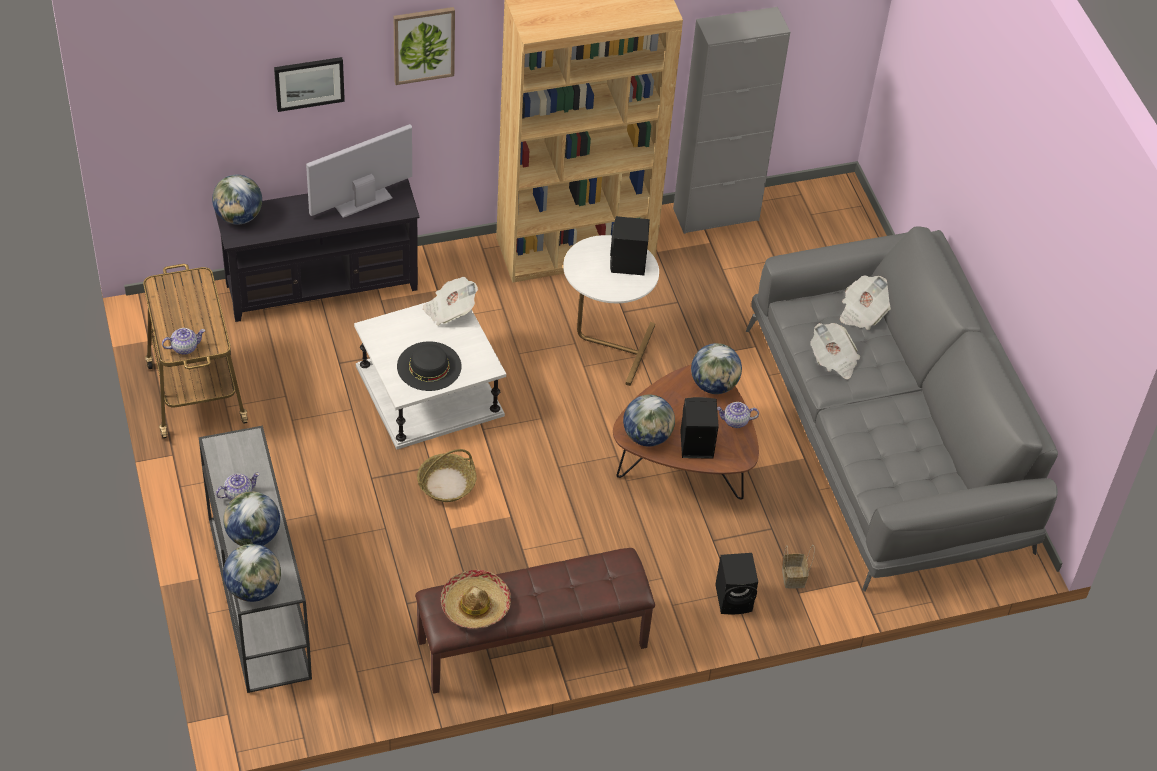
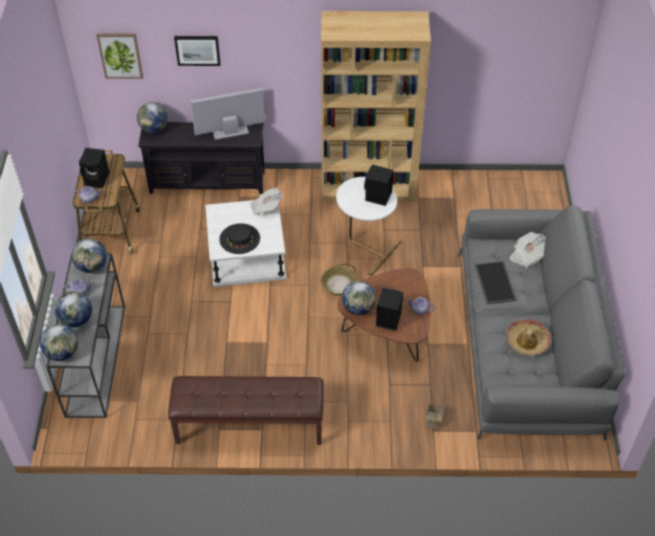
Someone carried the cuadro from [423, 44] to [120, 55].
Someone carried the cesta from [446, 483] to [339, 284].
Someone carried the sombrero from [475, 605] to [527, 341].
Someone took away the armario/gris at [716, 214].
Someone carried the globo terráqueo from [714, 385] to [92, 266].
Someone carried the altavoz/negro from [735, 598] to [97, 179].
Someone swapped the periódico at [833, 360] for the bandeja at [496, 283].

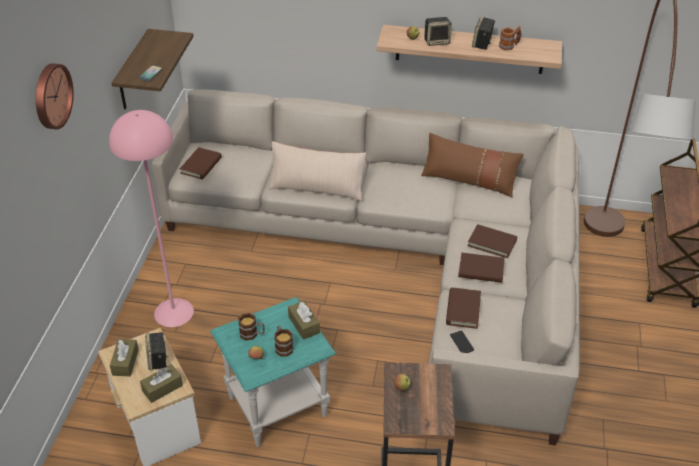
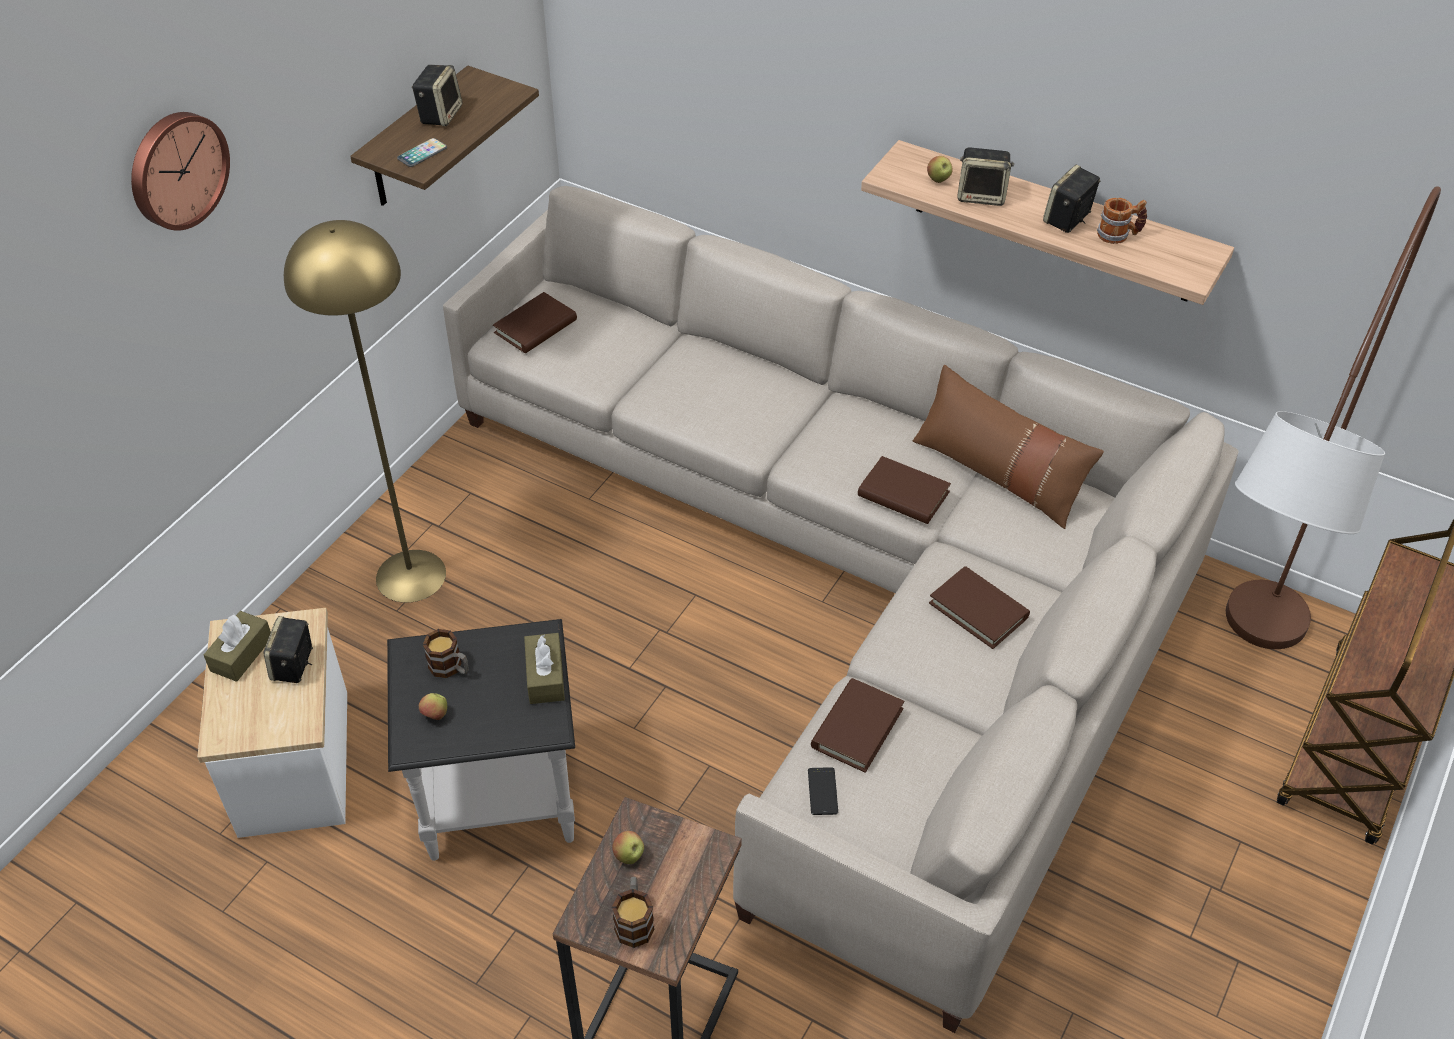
Someone repainted the lámpara de pie/rosa at [174, 312], which became the lámpara de pie/amarillo at [411, 575].
Someone took away the caja de pañuelos/marrón at [162, 388].
Someone repainted the mesa auxiliar/turquesa at [278, 406], which became the mesa auxiliar/negro at [501, 797].
Someone took away the cojín/beis at [317, 188].
Someone carried the taza grande from [283, 346] to [634, 920].
Someone carried the libro/marrón from [481, 270] to [903, 494].
Someone put down the altavoz at [440, 114].

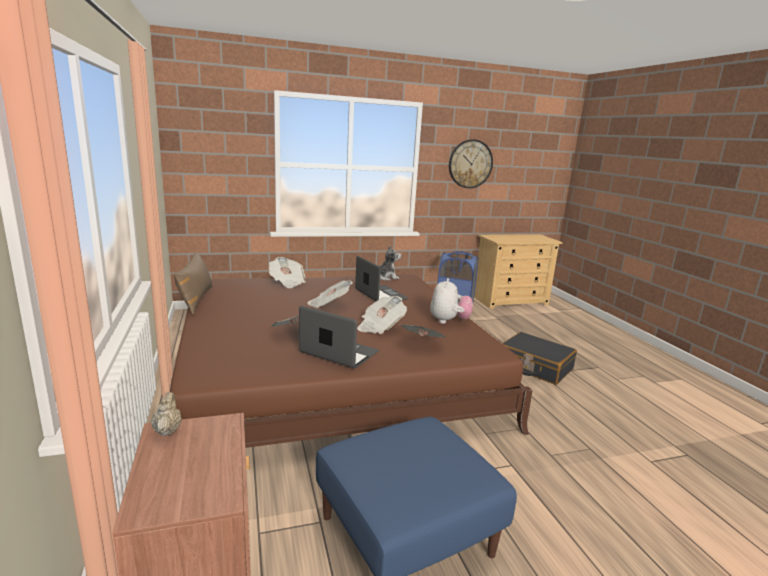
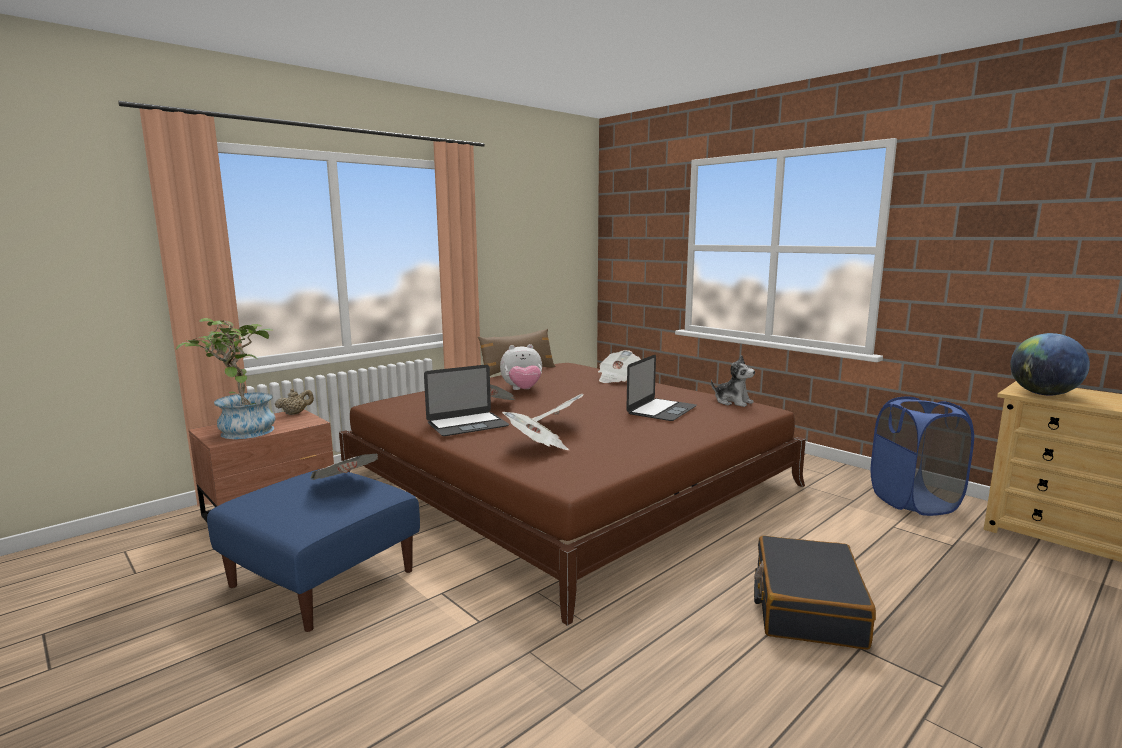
Someone rotated the portátil at [339, 352] by 60 degrees clockwise.
Someone carried the periódico from [329, 305] to [345, 484].
Someone carried the peluche from [449, 321] to [522, 390].
Someone took away the reloj de pared at [470, 164].
Someone put down the planta en maceta at [241, 430].
Someone put down the globo terráqueo at [1043, 394].

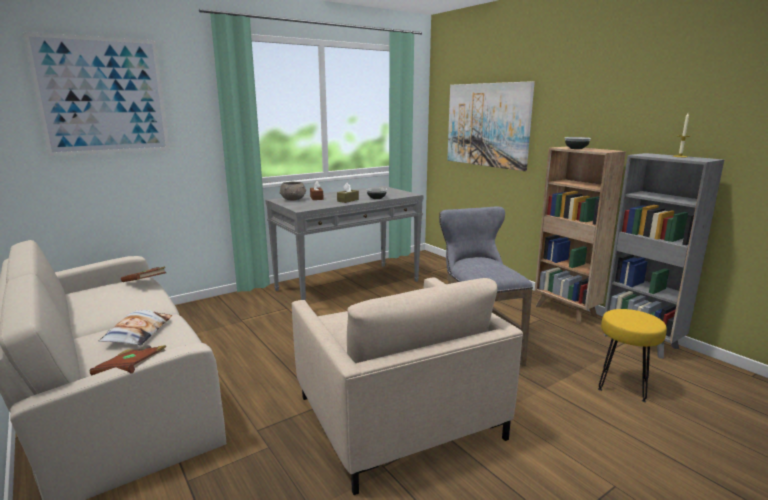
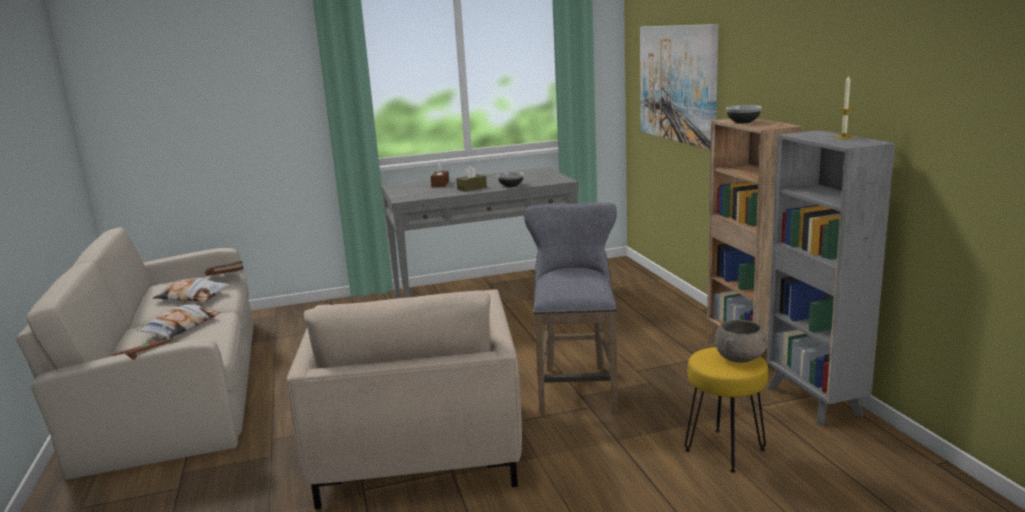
Someone took away the cuadro at [103, 96].
Someone carried the cuenco/gris from [293, 199] to [740, 358].
Someone put down the cojín at [192, 296].

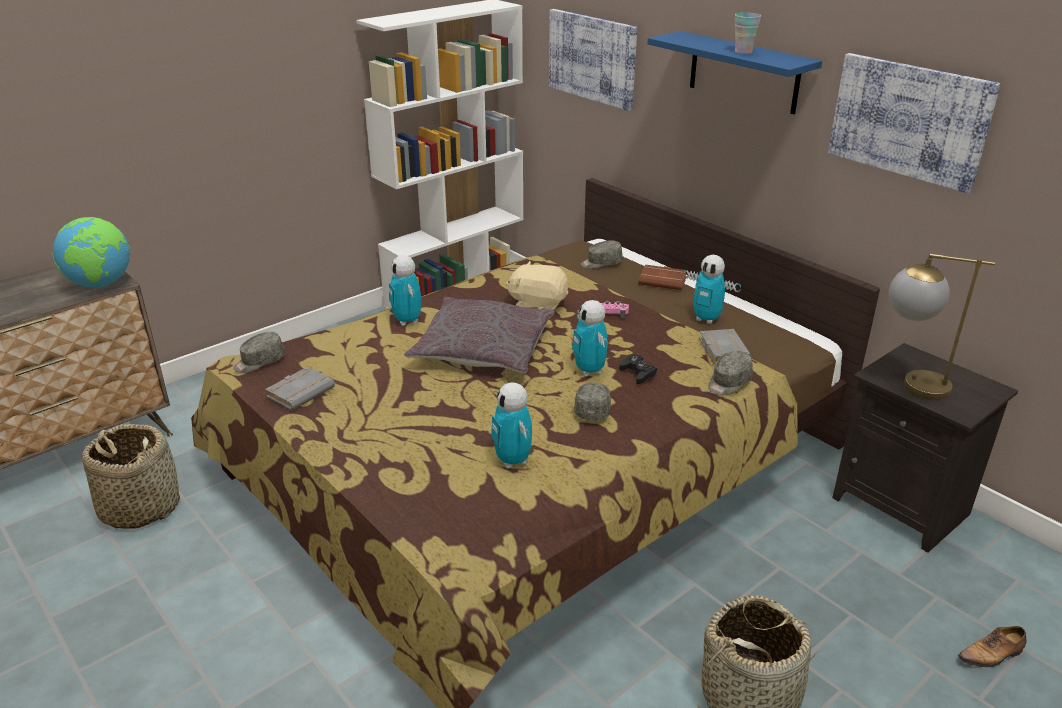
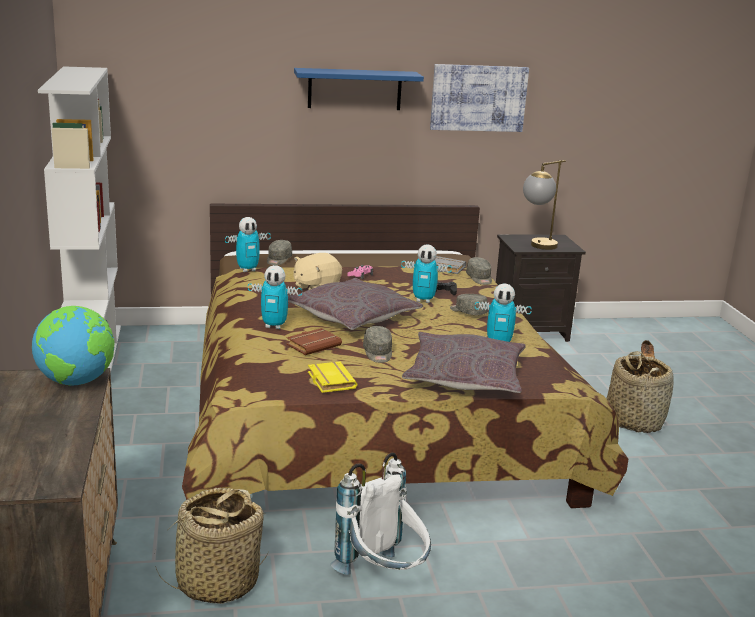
Someone carried the gorra/gris from [259, 362] to [378, 353].
Someone repainted the libro/gris at [300, 391], which became the libro/amarillo at [329, 380].
Someone took away the cuadro at [592, 58].
Someone carried the libro/marrón from [663, 281] to [313, 345].
Someone carried the robot de juguete from [706, 319] to [248, 269].
Someone took away the taza at [743, 52].
Someone put down the mochila/blanco at [384, 577].
Someone put down the cojín/gris at [465, 376].

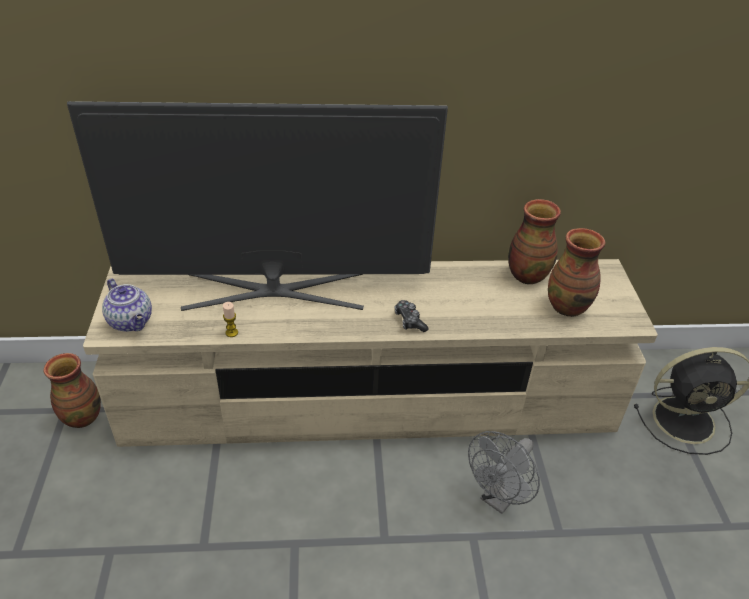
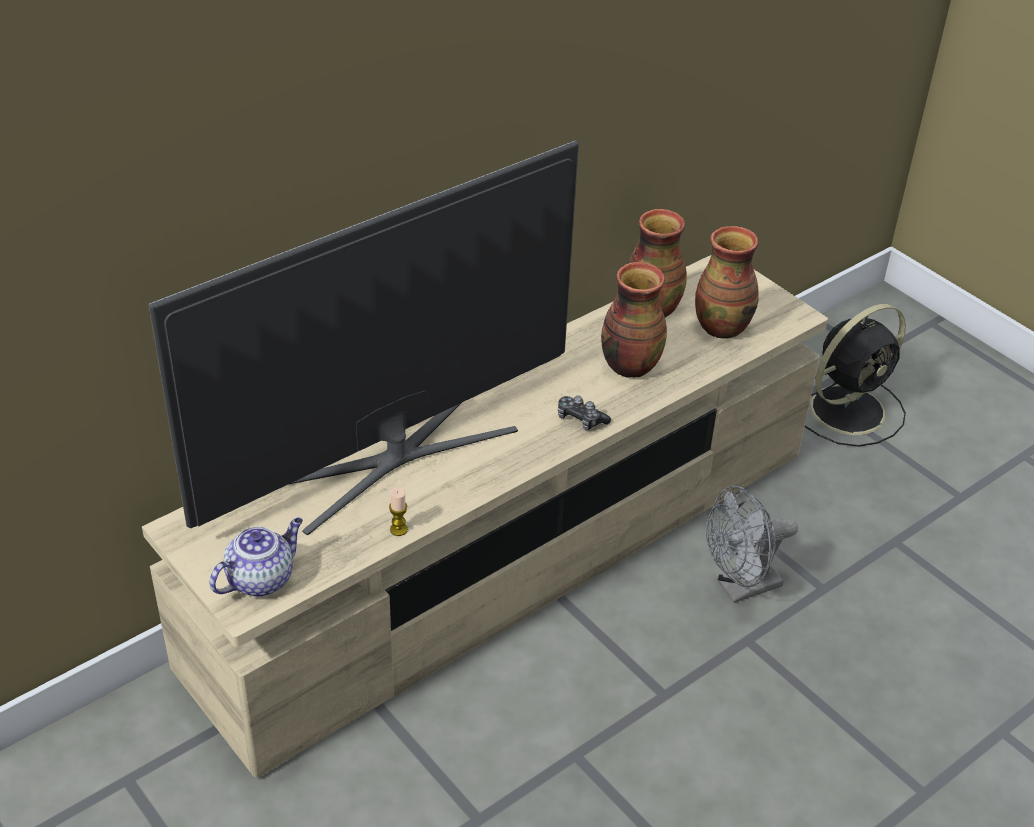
Someone carried the florero from [82, 417] to [629, 365].
Someone rotated the tetera at [131, 322] by 60 degrees counterclockwise.
Someone rotated the ventilador/gris at [499, 498] by 60 degrees clockwise.

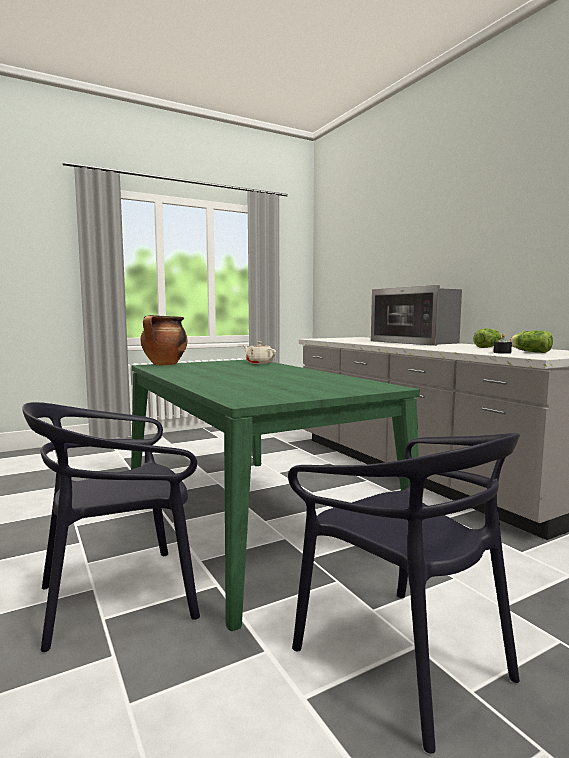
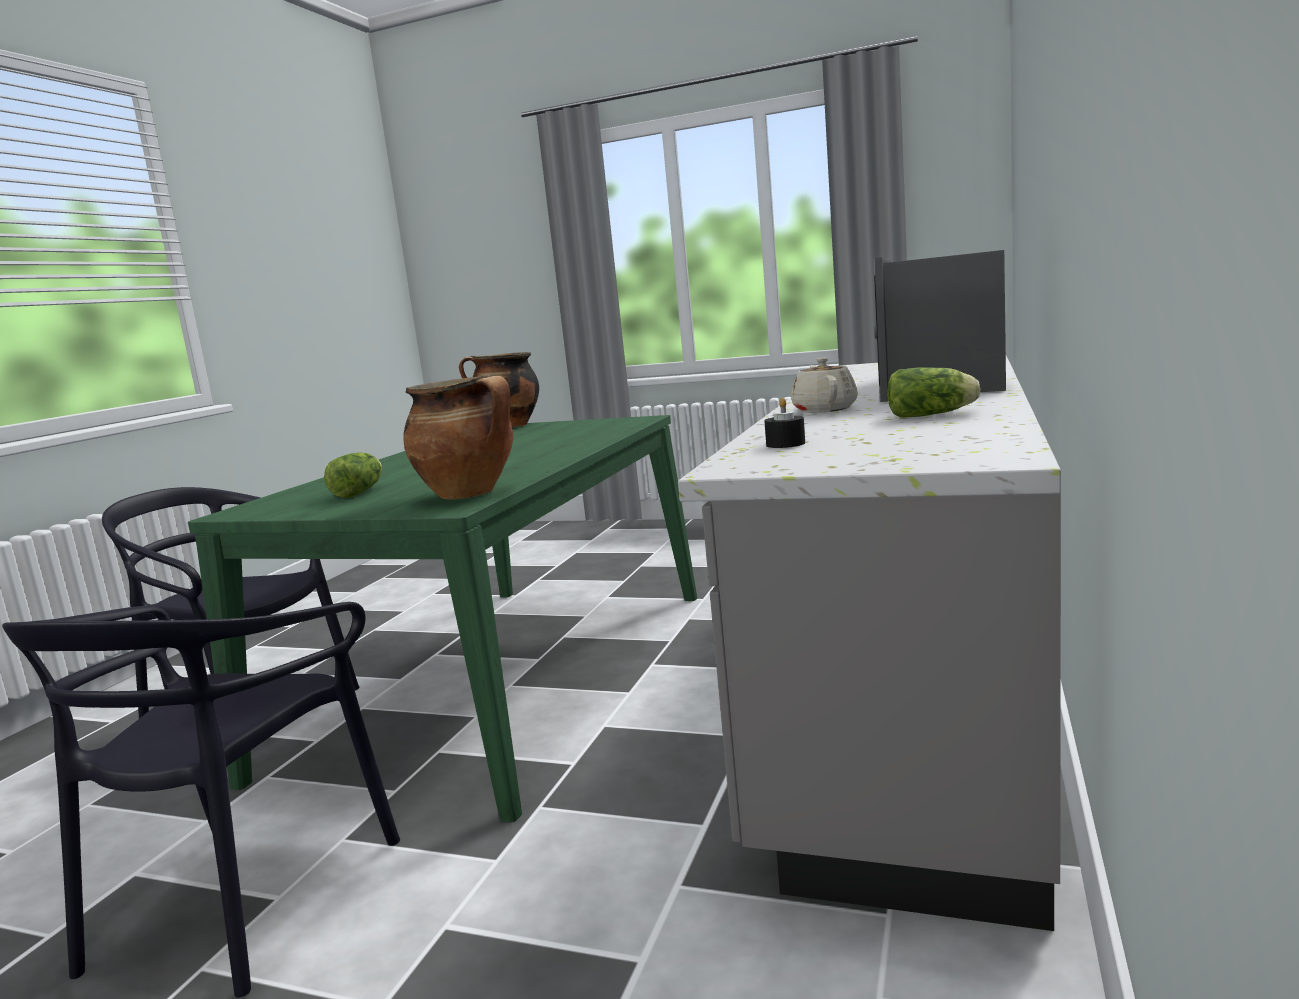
Someone carried the tetera/beis from [259, 363] to [824, 409].
Someone carried the lechuga from [529, 352] to [361, 492].
Someone put down the olla at [470, 494].

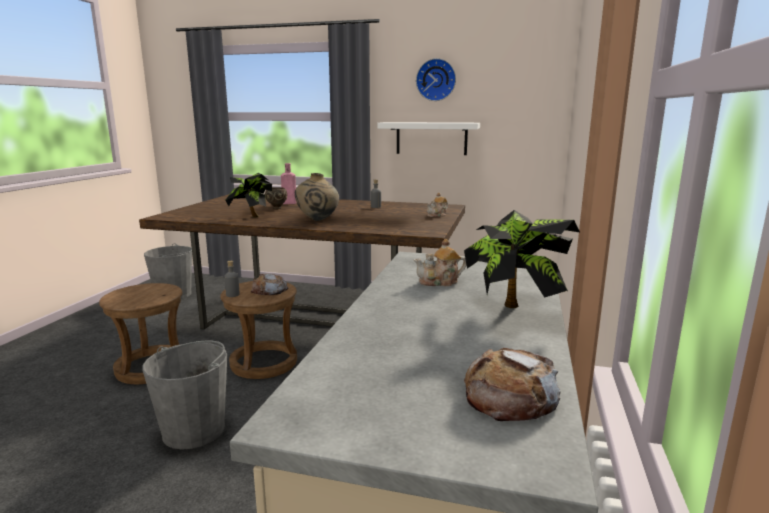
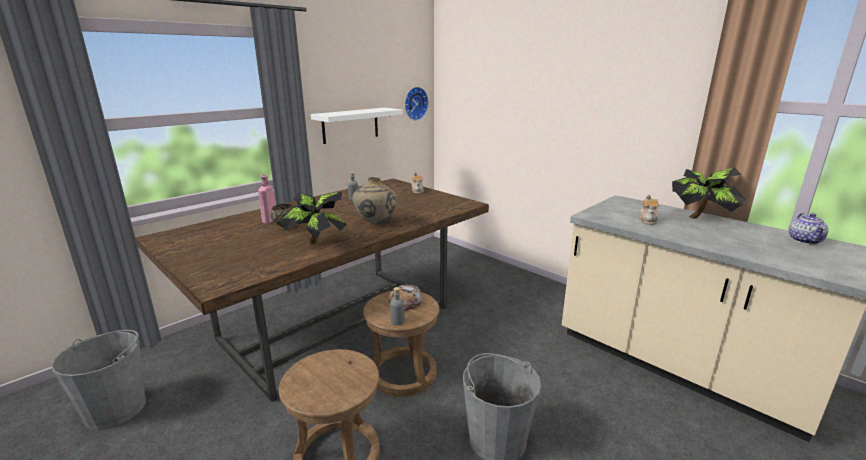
Someone carried the reloj de pared from [436, 80] to [414, 103].
Someone swapped the pan at [510, 396] for the tetera at [805, 240].

